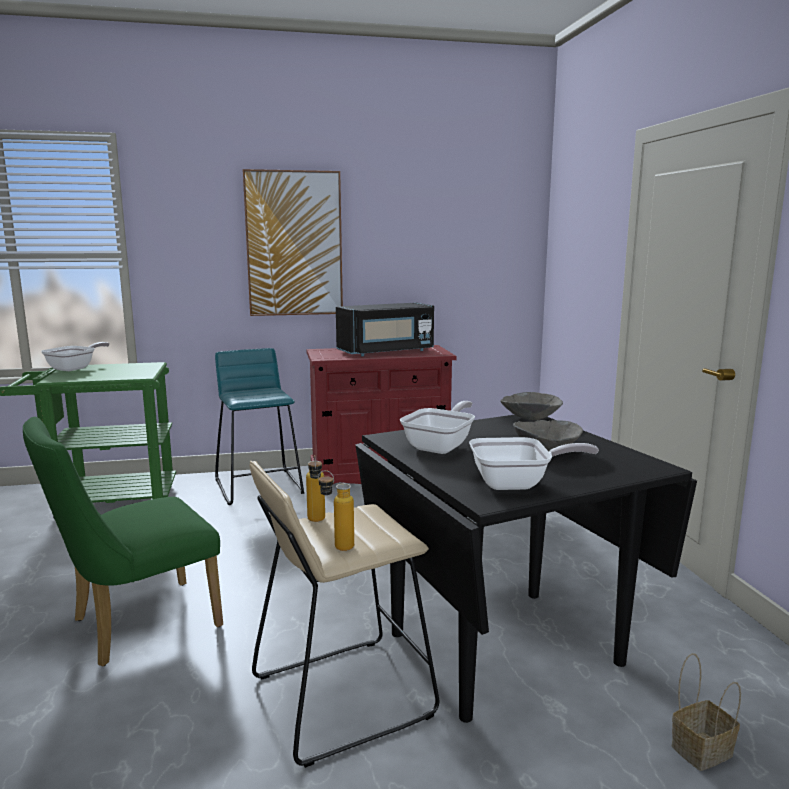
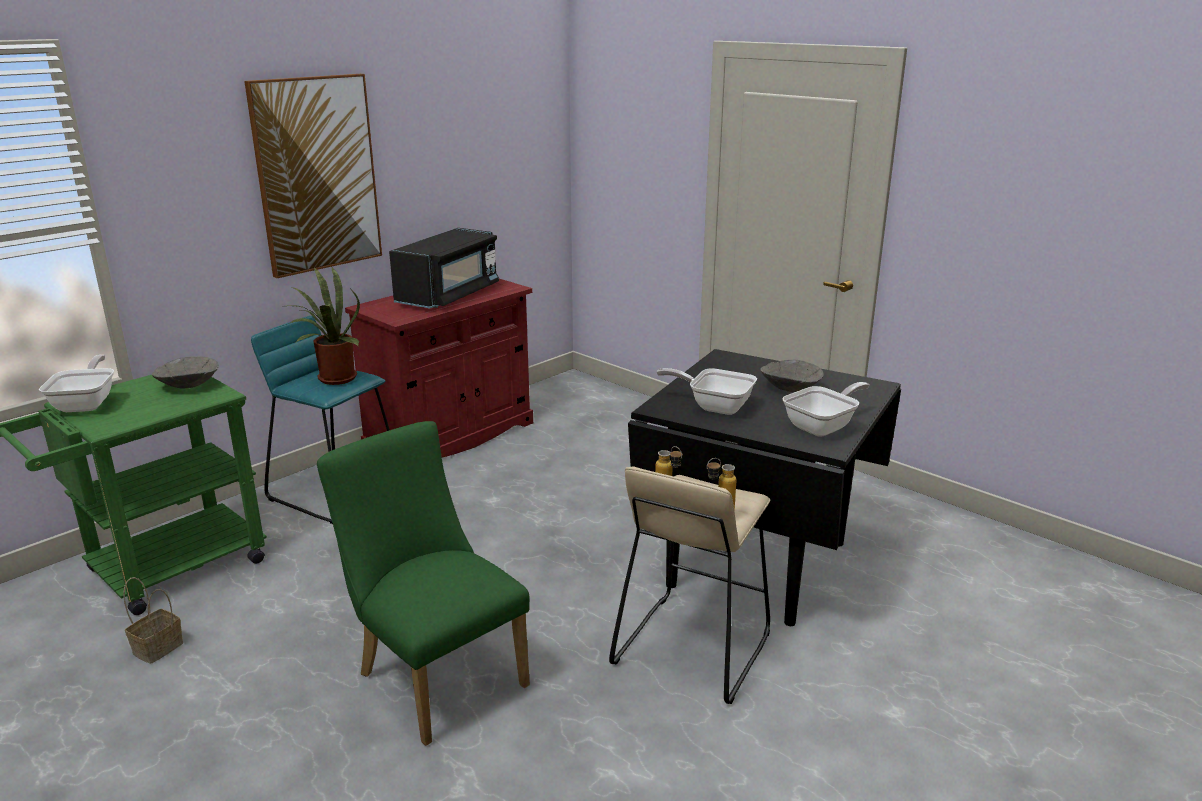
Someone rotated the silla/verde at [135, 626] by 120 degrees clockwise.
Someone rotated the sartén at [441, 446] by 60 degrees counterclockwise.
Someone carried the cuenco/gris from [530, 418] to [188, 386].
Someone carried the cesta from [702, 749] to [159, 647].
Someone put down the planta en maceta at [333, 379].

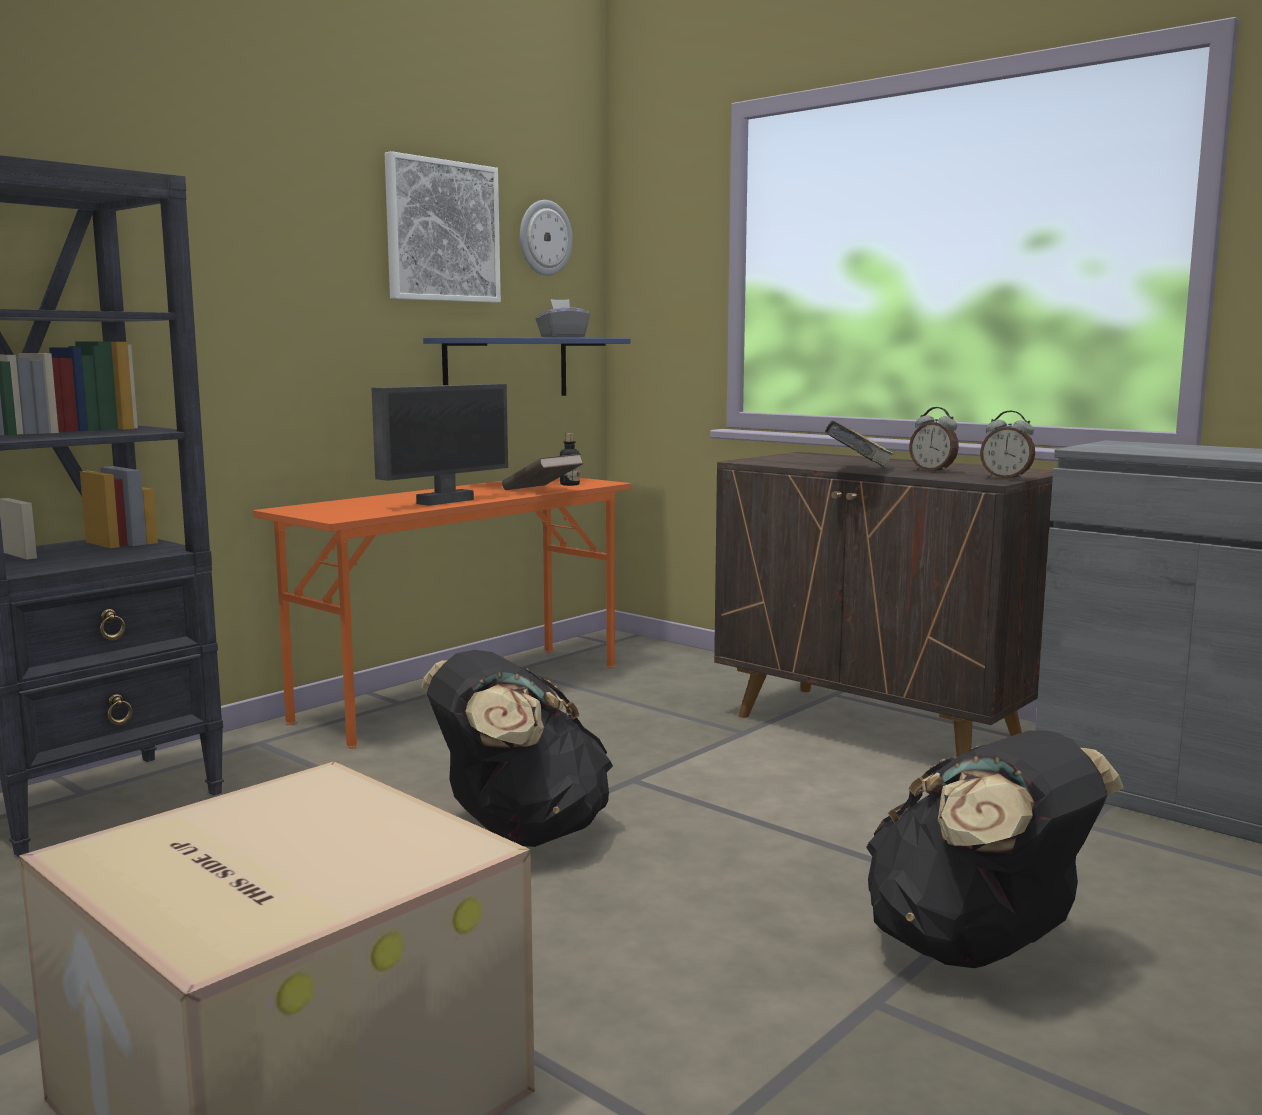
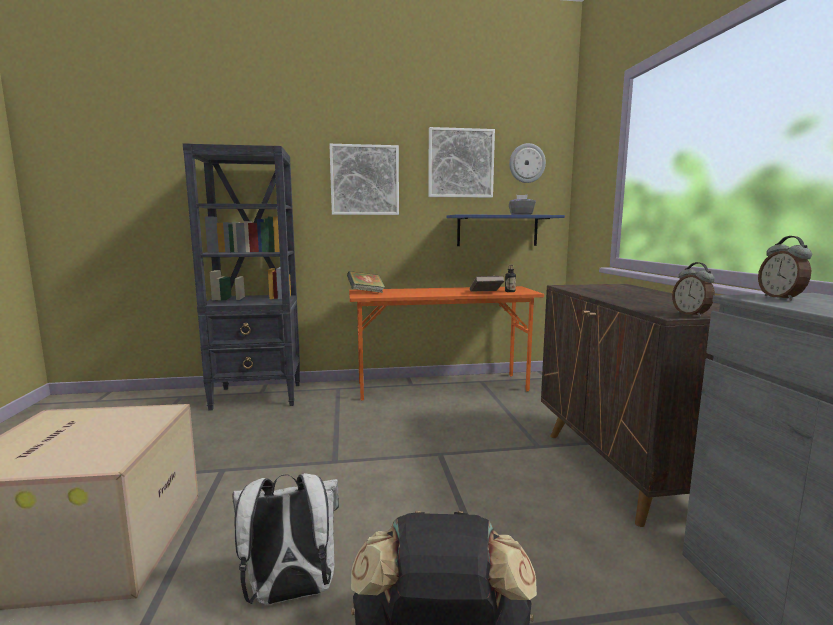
Someone took away the monitor at [444, 501].
Someone took away the mochila/negro at [519, 833].
Someone carried the libro from [859, 470] to [366, 292].
Someone carried the despertador from [933, 470] to [781, 298].
Someone put down the mochila/blanco at [291, 593].
Someone put up the cuadro at [364, 180].

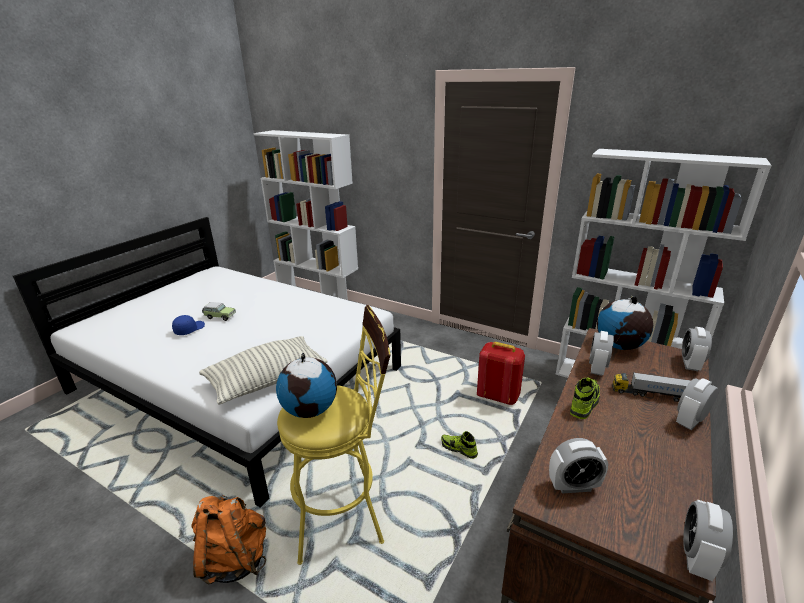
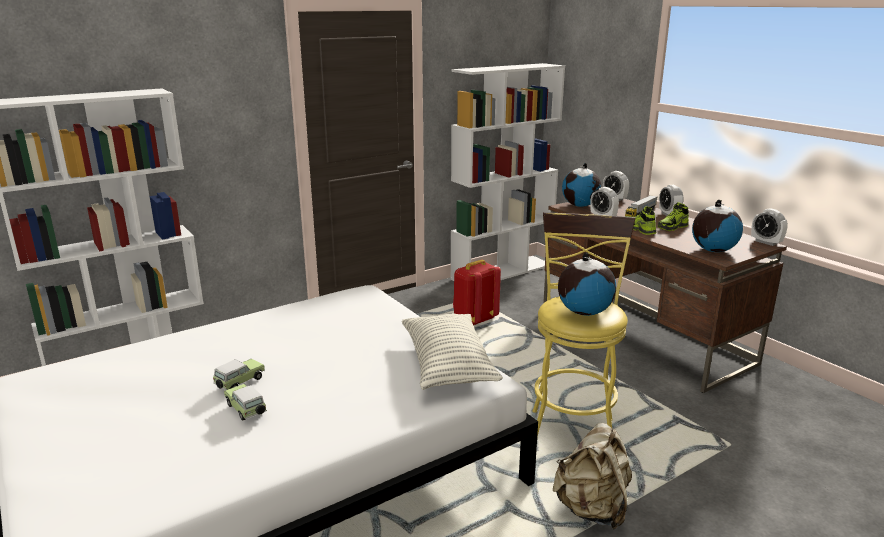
Someone swapped the gorra/azul at [189, 329] for the coche de juguete at [246, 410].
Someone repainted the mochila/naranja at [234, 558], which became the mochila/beis at [592, 509].
Someone carried the zapato from [458, 449] to [672, 227].
Someone swapped the despertador at [573, 486] for the globo terráqueo at [713, 250].

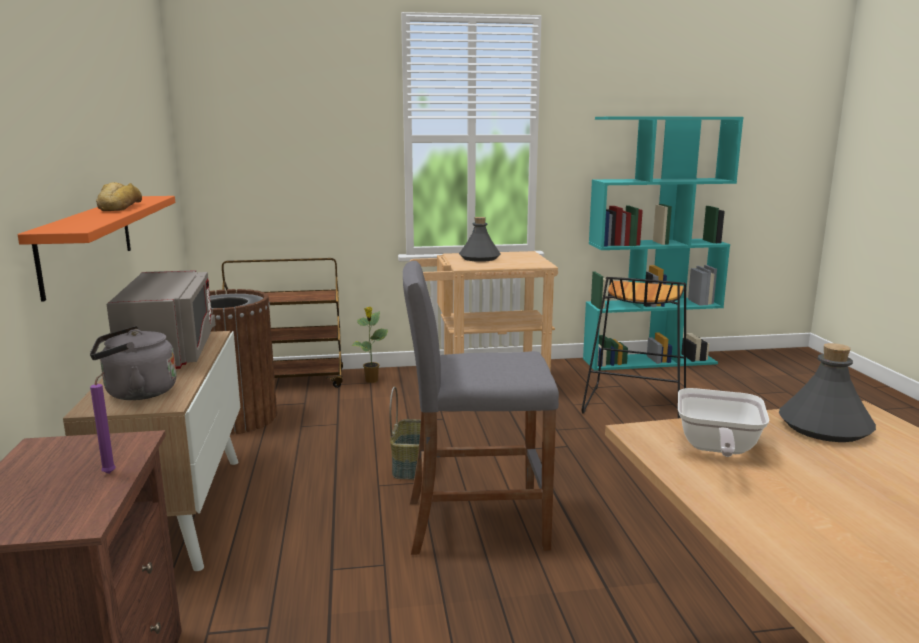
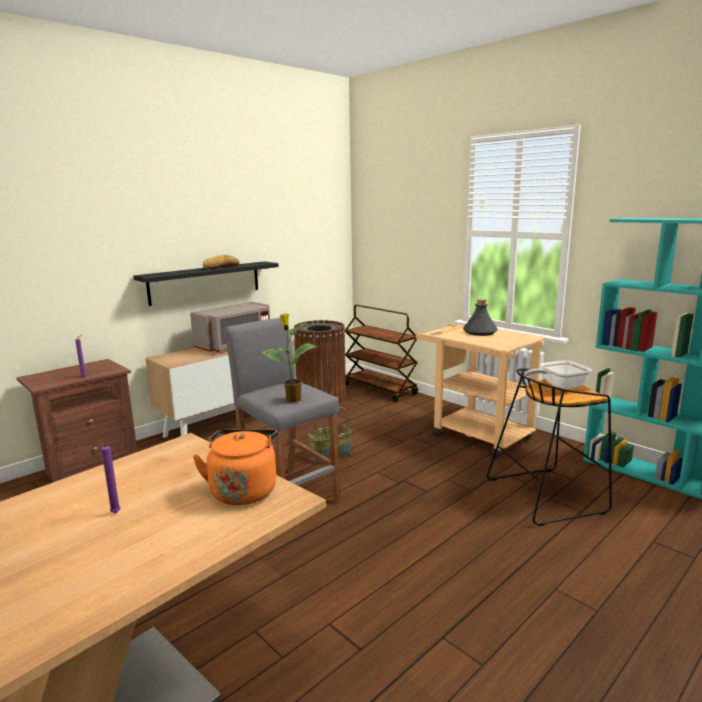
Someone repainted the estante/naranja at [88, 241], which became the estante/negro at [205, 282].
Someone took away the hervidor/gris at [136, 393].
Someone carried the planta en maceta from [371, 381] to [292, 400].
Someone carried the sartén from [716, 449] to [559, 386].
Someone swapped the botella/gris at [824, 427] for the hervidor/naranja at [244, 490].
Someone put down the vela/morado at [114, 514].

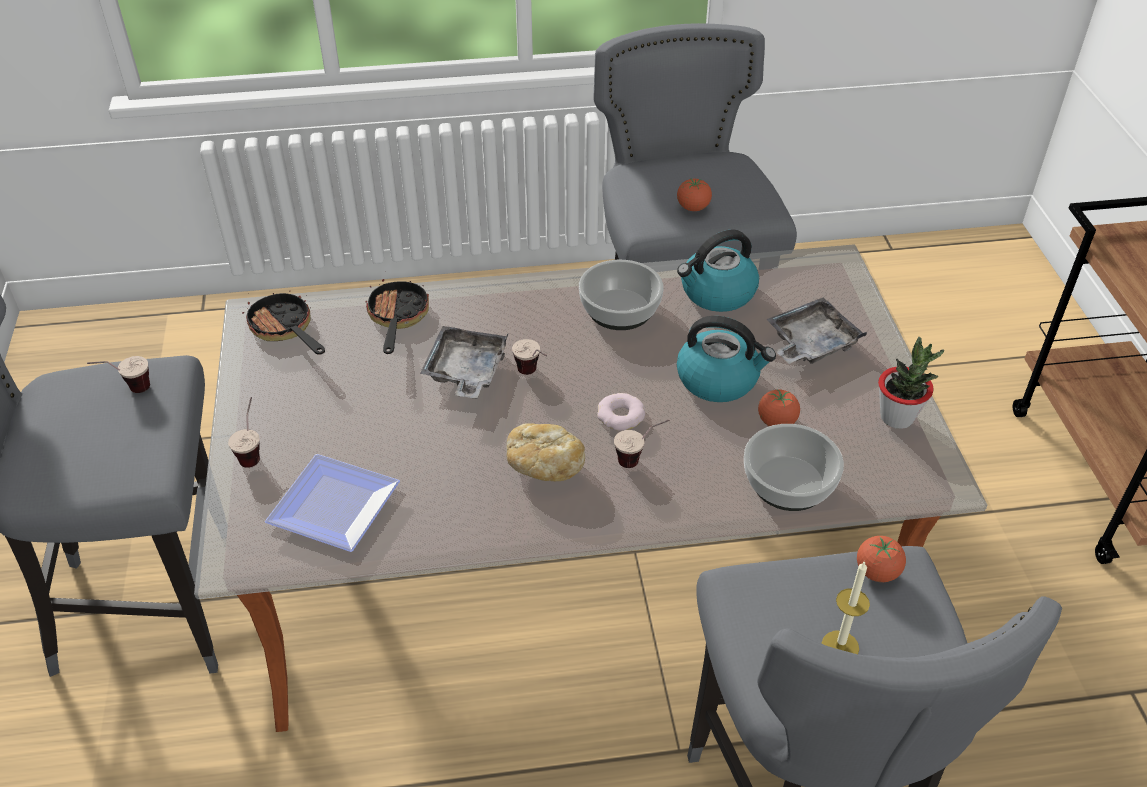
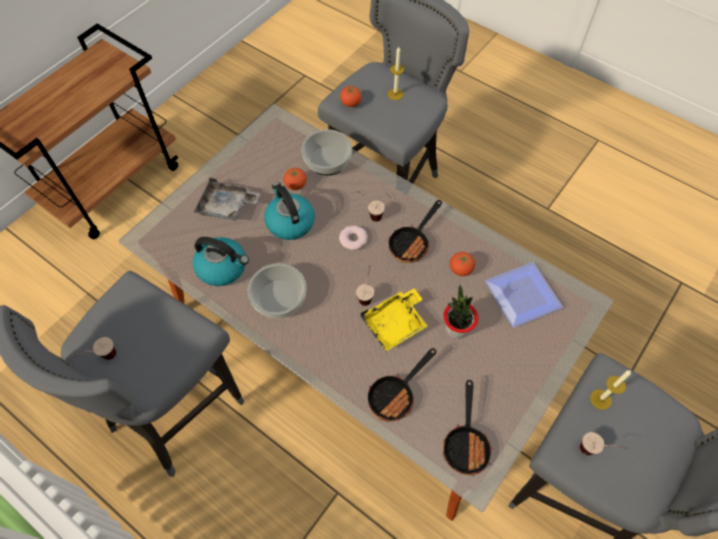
Someone carried the taza from [253, 451] to [102, 358].
Someone repainted the bandeja/gris at [466, 371], which became the bandeja/amarillo at [395, 324].
Someone swapped the pan at [544, 465] for the sartén at [412, 243].
Someone carried the tomate from [693, 208] to [460, 269].
Someone carried the planta en maceta from [897, 417] to [456, 329].
Someone put down the vela at [600, 399].

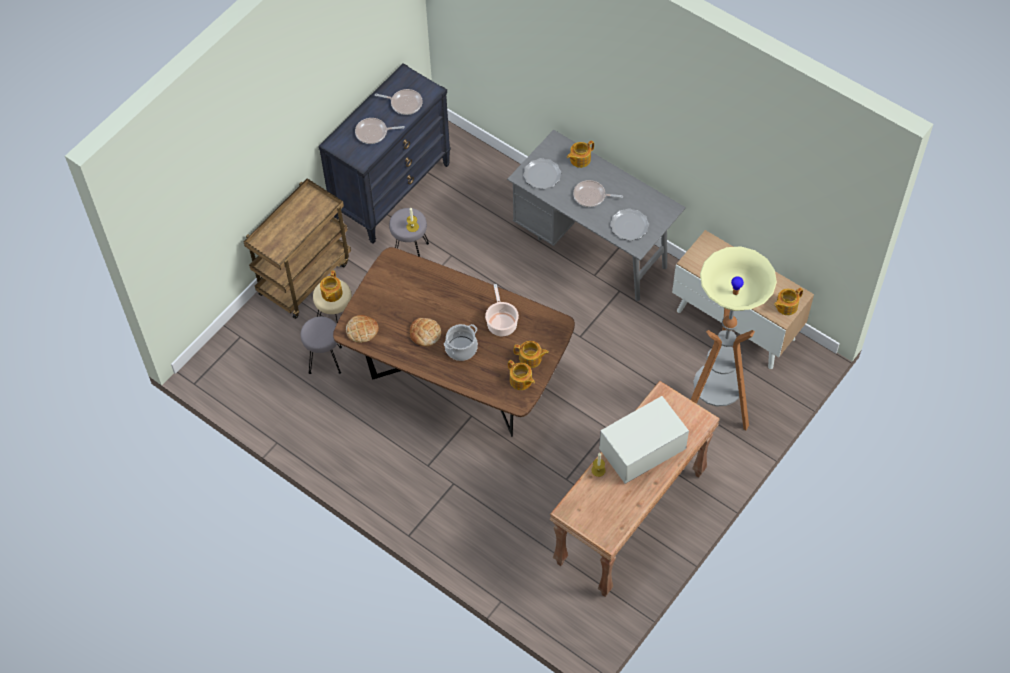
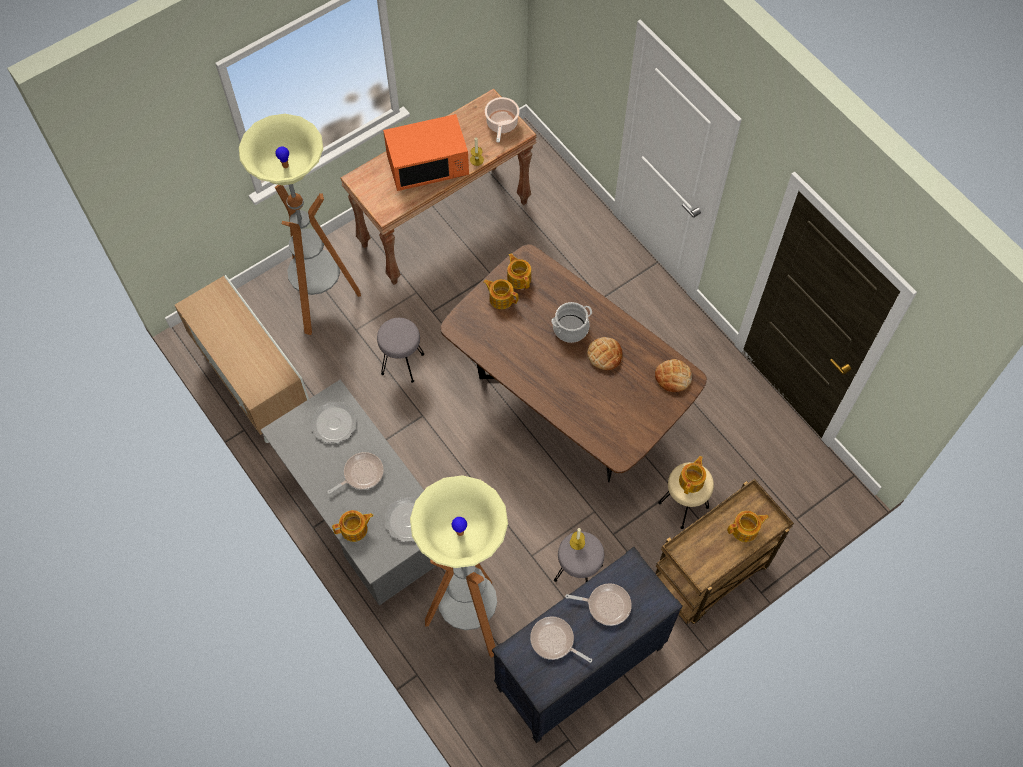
Someone carried the taburete/gris from [325, 360] to [402, 363].
Someone carried the olla from [501, 323] to [501, 124].
Someone rotated the sartén at [591, 196] by 60 degrees counterclockwise.
Someone repainted the microondas/blanco at [642, 451], which became the microondas/naranja at [428, 166].
Someone carried the tetera from [786, 306] to [745, 529].
Someone put down the lámpara de pie at [469, 619].

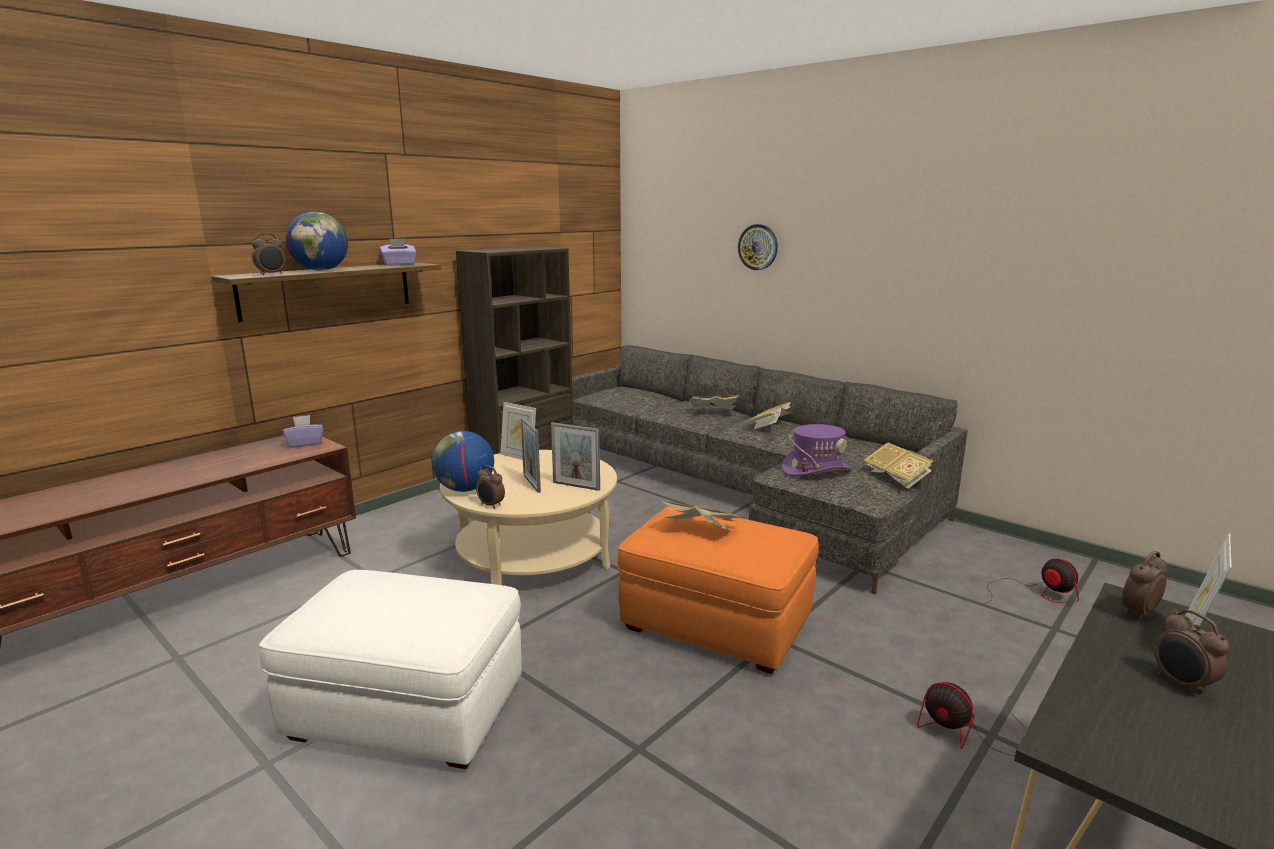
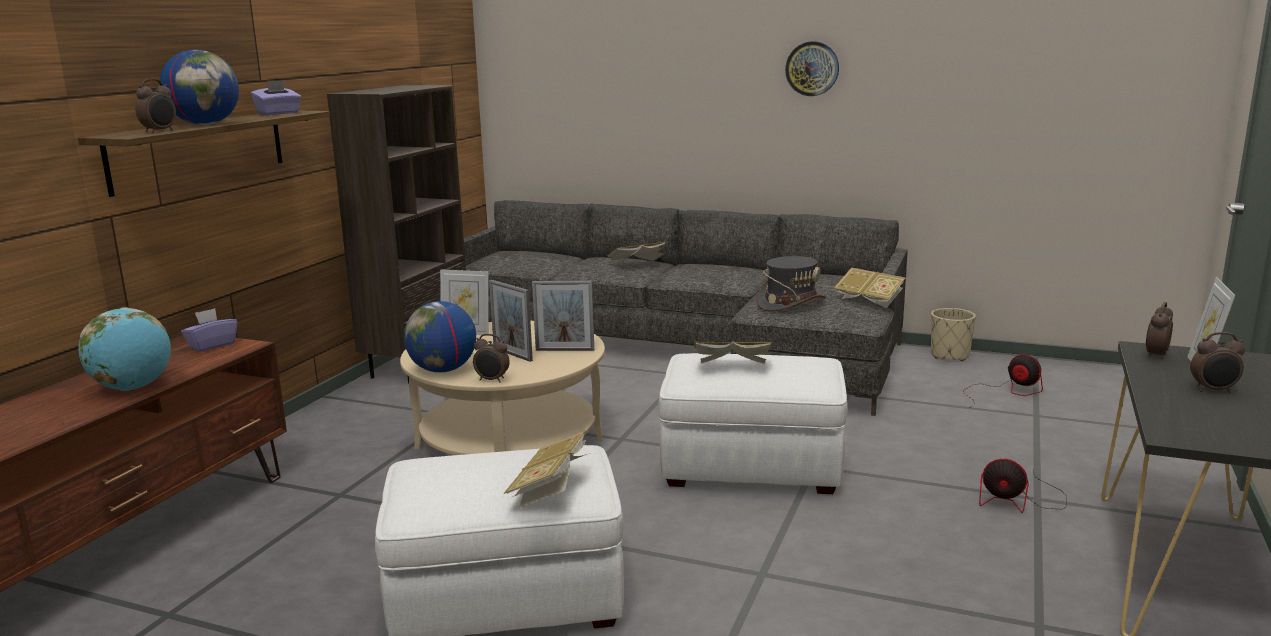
Someone repainted the puf/naranja at [717, 625], which became the puf/blanco at [753, 467].
Someone carried the reloj de pared from [758, 247] to [812, 68].
Someone carried the libro from [770, 426] to [551, 489].
Someone repainted the sombrero/morado at [816, 469], which became the sombrero/gris at [790, 303].
Someone rotated the despertador at [1181, 684] by 45 degrees counterclockwise.
Someone put down the globo terráqueo at [133, 388].
Someone put down the maceta/beis at [950, 355].

